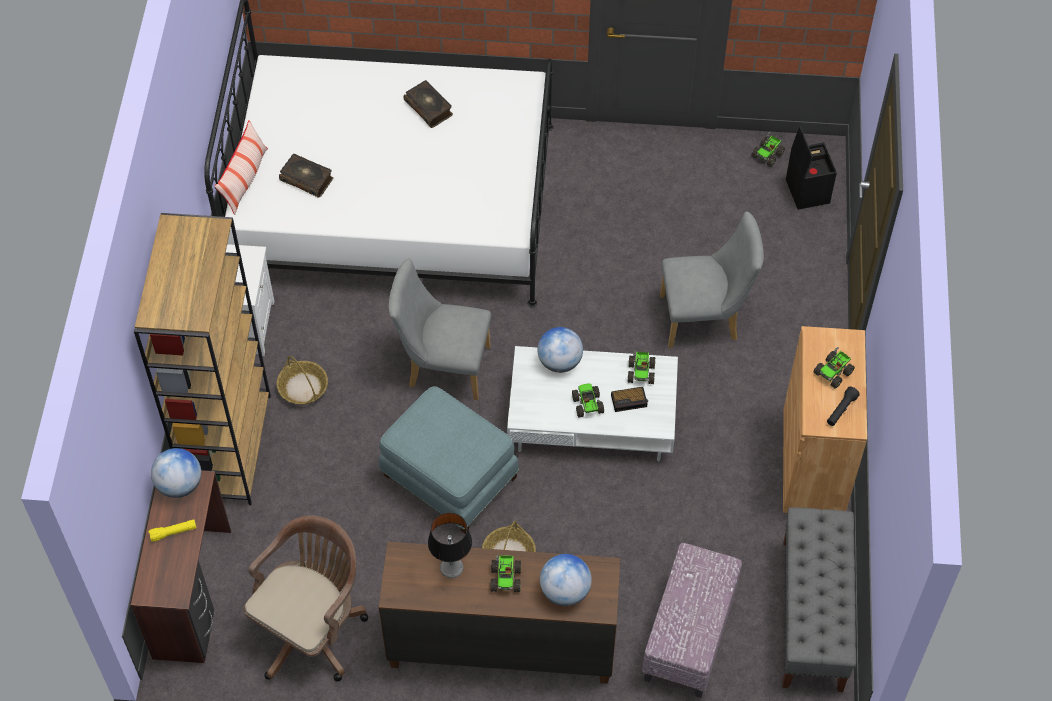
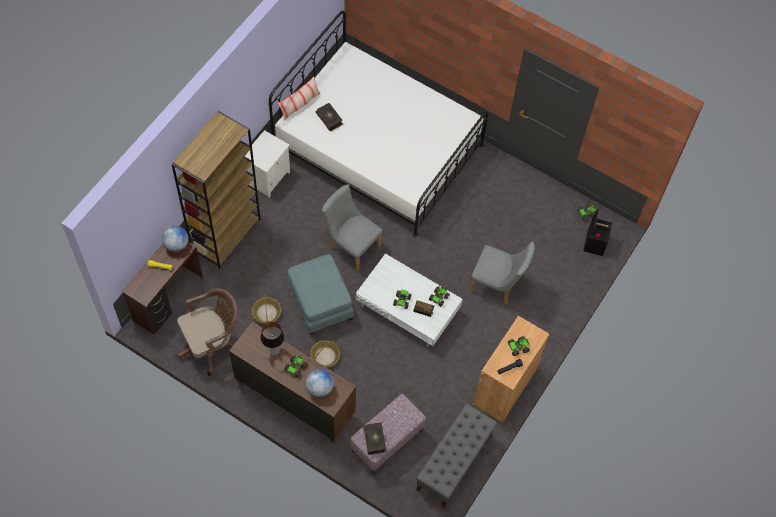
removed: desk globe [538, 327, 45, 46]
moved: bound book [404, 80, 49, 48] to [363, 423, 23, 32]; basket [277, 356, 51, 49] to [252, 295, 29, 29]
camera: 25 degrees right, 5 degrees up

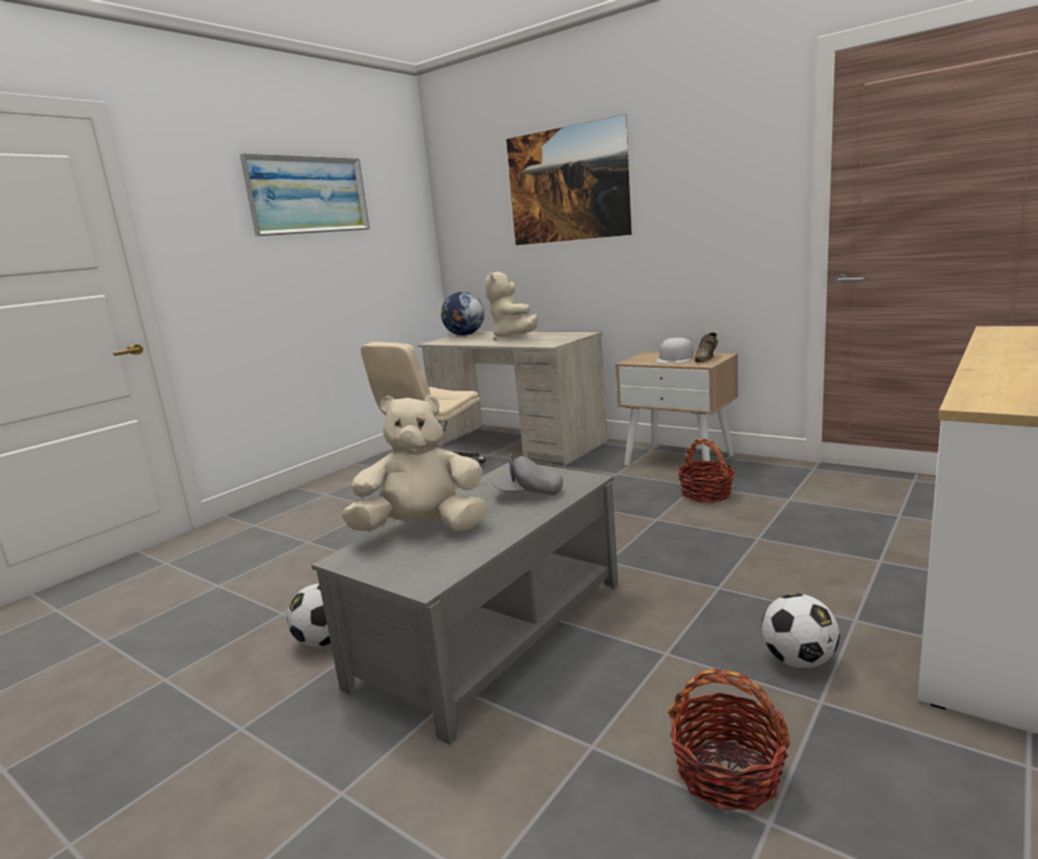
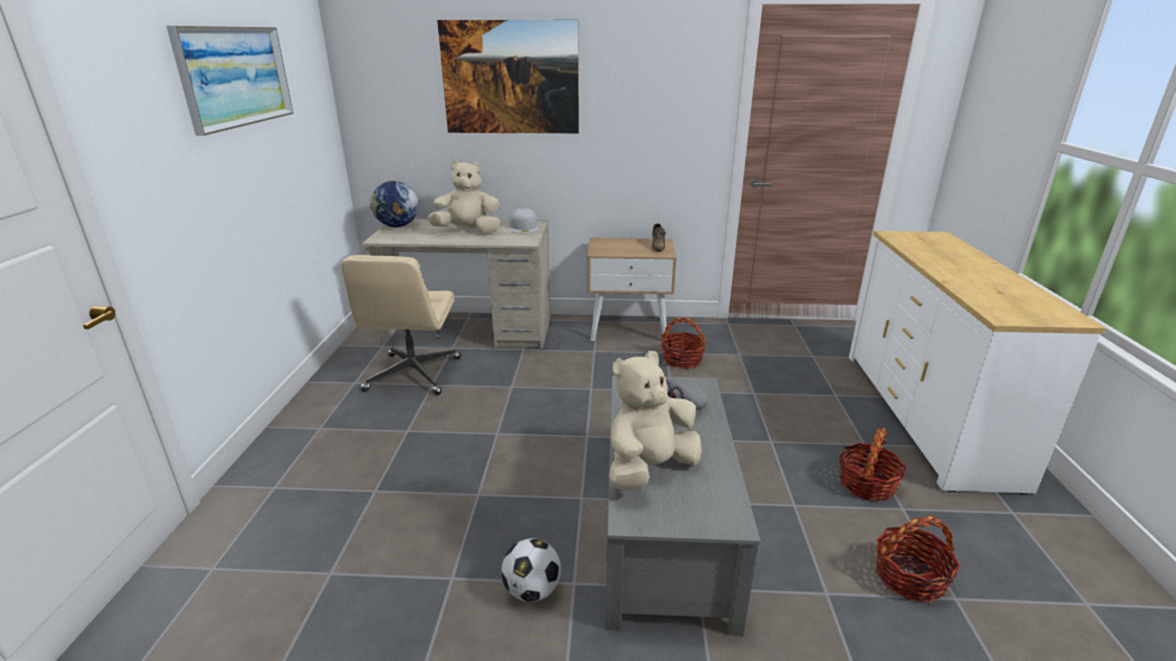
moved: peaked cap (white) [656, 337, 38, 27] to [509, 208, 30, 25]
replaced: football ball [762, 593, 78, 76] to basket [839, 428, 68, 73]
turned: cuddly toy (beige) [485, 272, 53, 69] = [428, 160, 72, 72] 135 degrees clockwise
camera: 35 degrees left, 10 degrees up

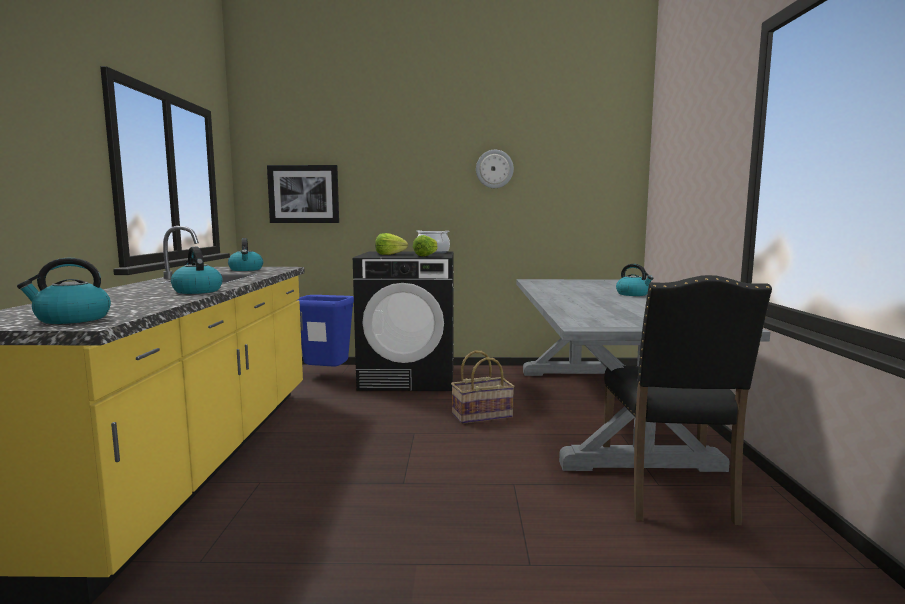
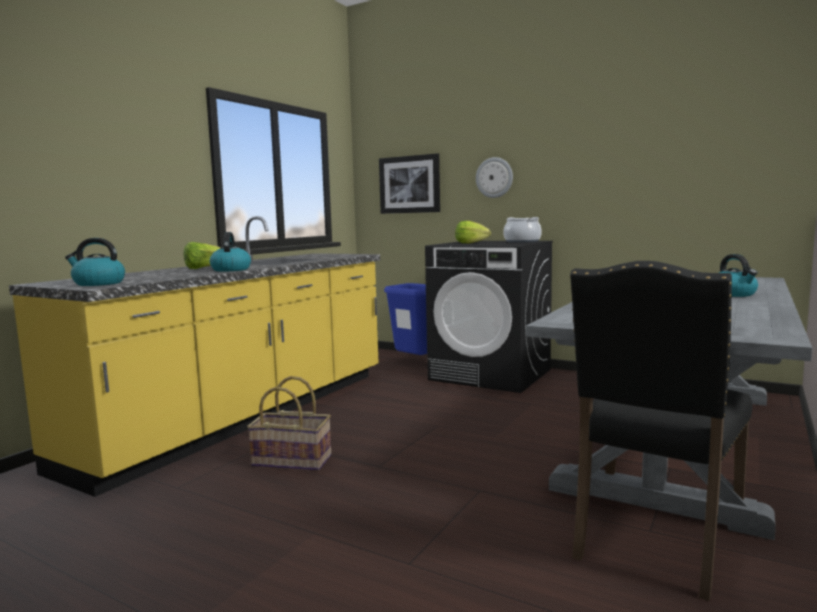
removed: water kettle [228, 238, 35, 33]
moved: hanging clock [476, 150, 38, 38] to [476, 157, 37, 41]; lettuce [413, 235, 24, 21] to [184, 242, 37, 27]; basket [451, 351, 64, 73] to [247, 376, 84, 95]
camera: 30 degrees right, 0 degrees up

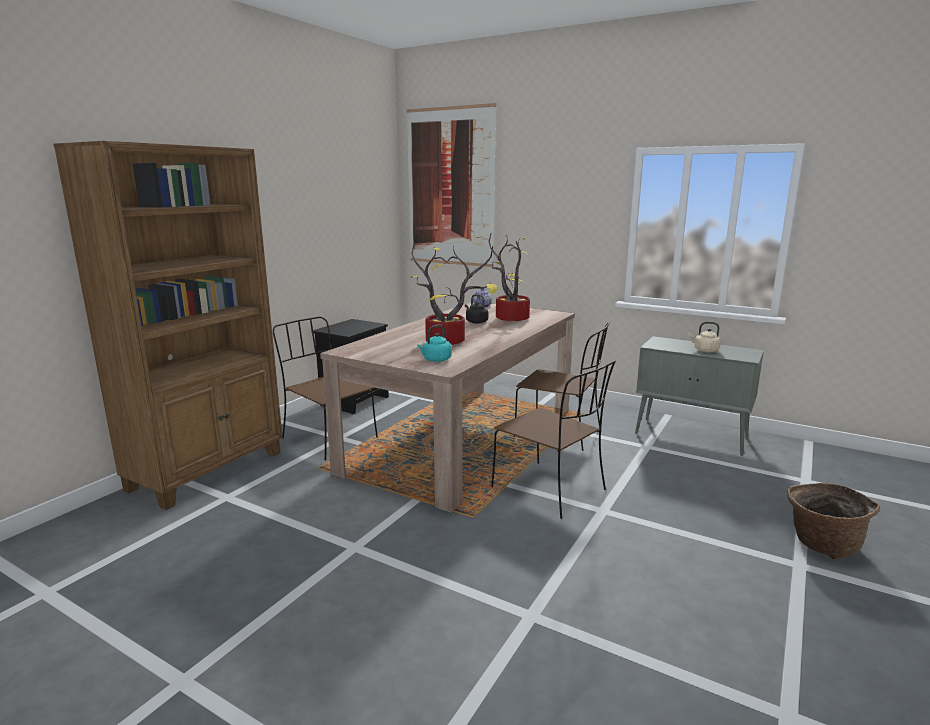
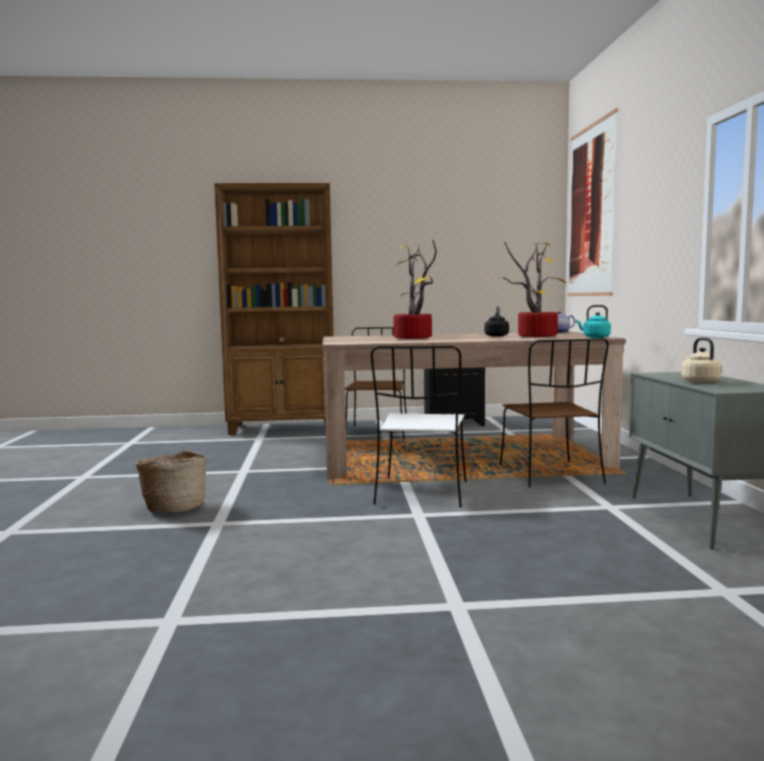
moved: water kettle (turquoise) [417, 324, 35, 38] to [576, 305, 35, 33]; basket [787, 483, 93, 76] to [135, 450, 72, 62]
recoloured: chair (brownish) [491, 360, 125, 159] to chair (white) [371, 346, 96, 162]
camera: 55 degrees right, 10 degrees down

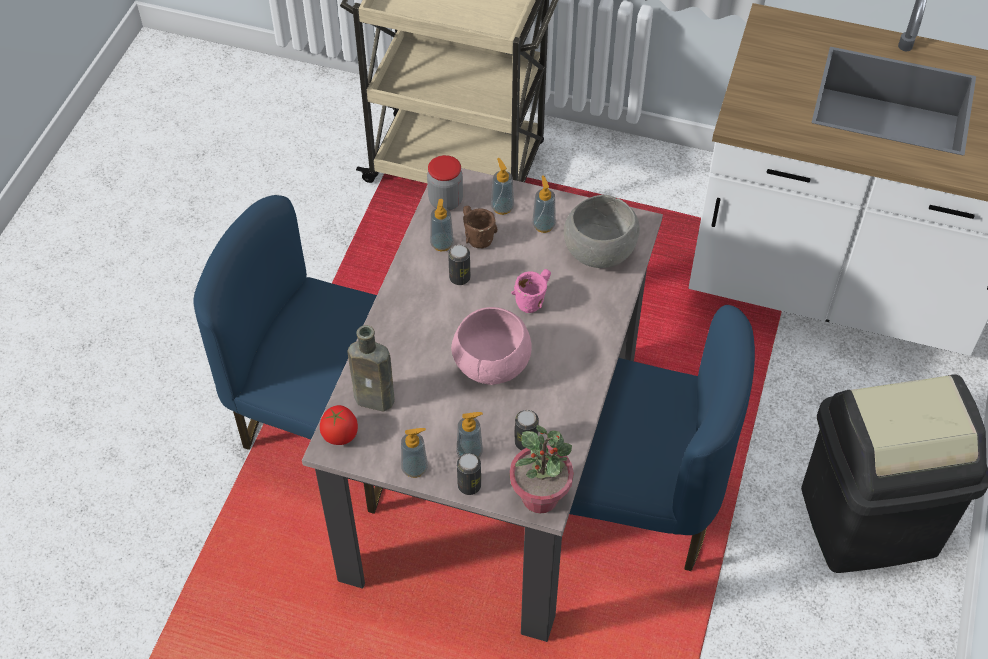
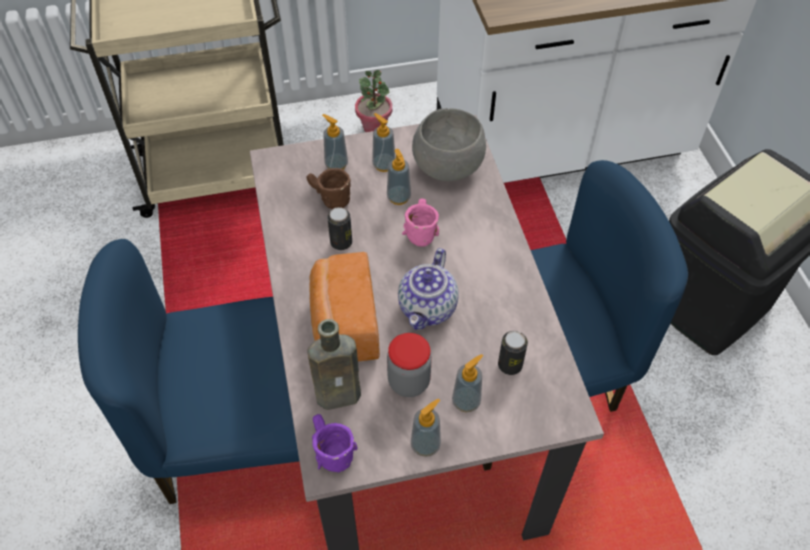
removed: can [457, 453, 24, 42]
added: bread [309, 252, 71, 109]
moved: jar [427, 155, 36, 55] to [387, 333, 45, 64]; soap bottle [430, 199, 24, 52] to [387, 149, 24, 56]; houseplant [510, 425, 64, 89] to [355, 70, 37, 62]
replaced: bowl (pinkish) [451, 307, 81, 78] to teapot [398, 248, 61, 82]; whole tomato [320, 405, 38, 40] to mug (purple-coloured) [312, 414, 46, 58]
camera: 30 degrees left, 0 degrees up

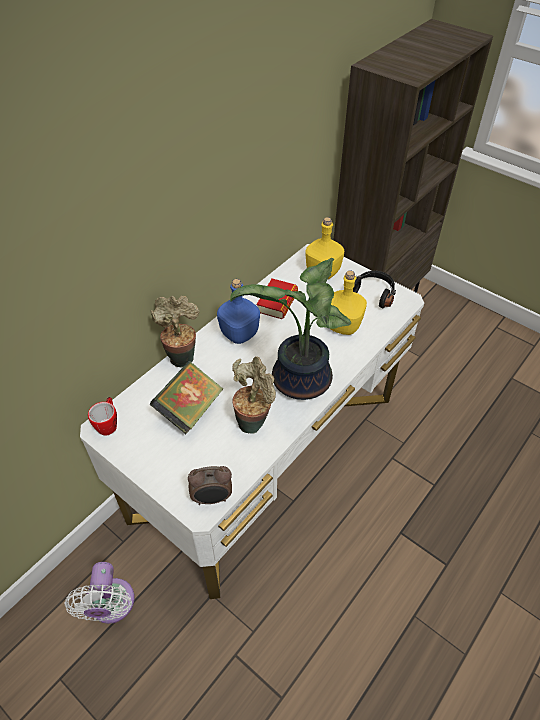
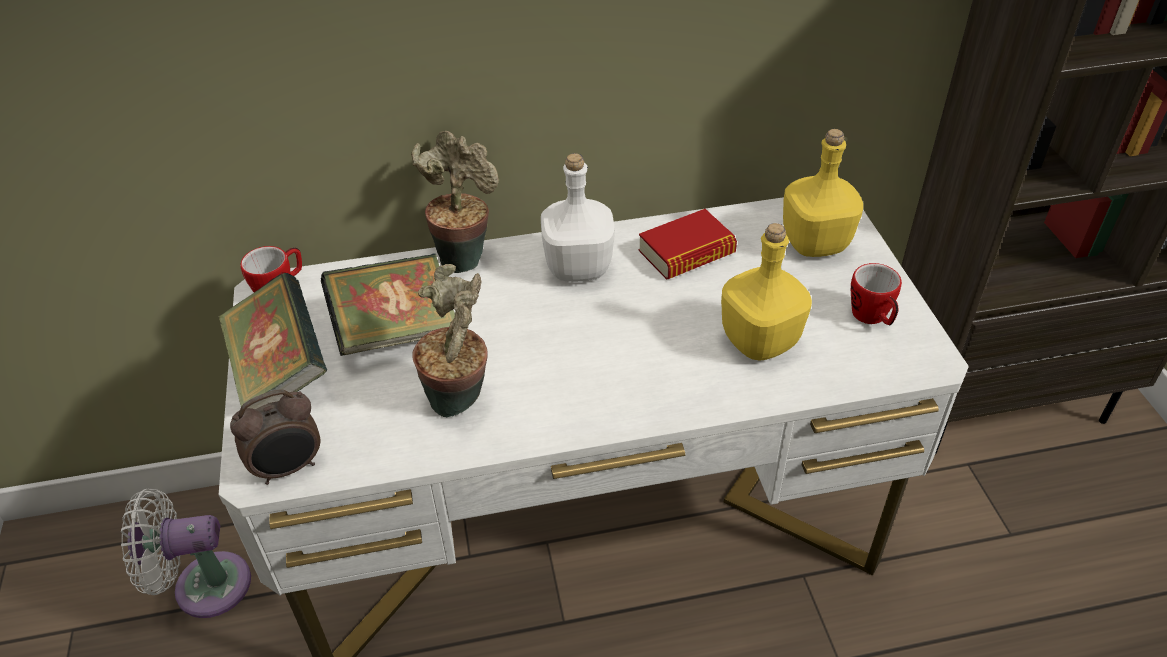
removed: houseplant [230, 258, 121, 142]
added: bound book [218, 273, 109, 136]
replaced: pair of headphones (black) [353, 271, 43, 37] to mug [851, 263, 51, 62]
recoloured: beverage bottle (blue) [217, 279, 43, 65] to beverage bottle (white) [541, 153, 73, 129]
turned: bedside clock [188, 466, 44, 39] = [230, 389, 91, 96] 60 degrees counterclockwise; cooling fan (white) [64, 562, 71, 62] = [121, 488, 130, 130] 45 degrees clockwise
camera: 40 degrees right, 5 degrees down

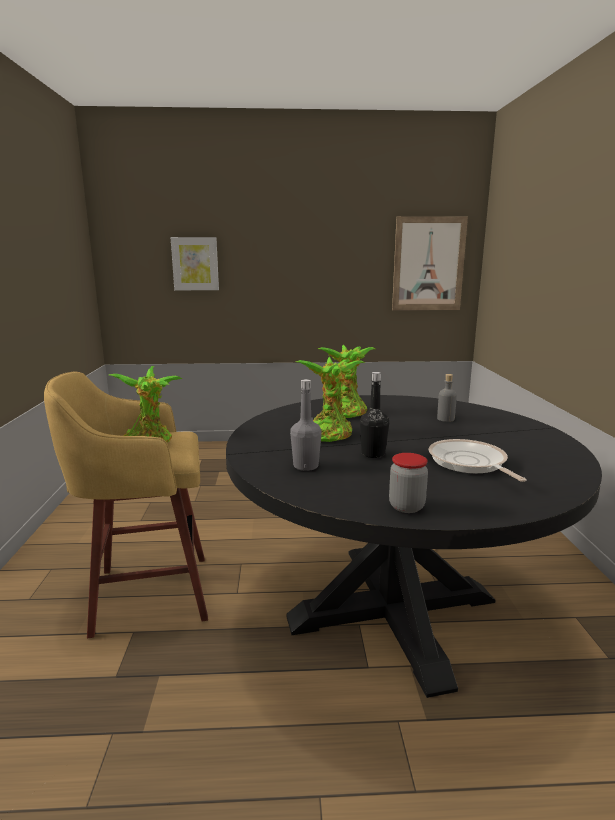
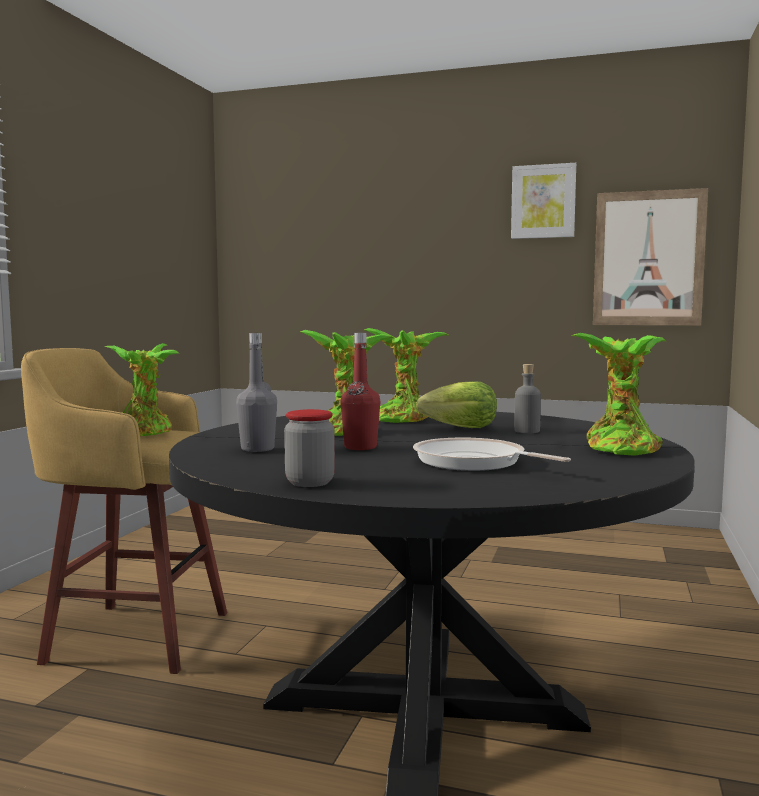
added: houseplant [571, 333, 95, 123]; lettuce [416, 381, 81, 47]
moved: wall picture [170, 237, 49, 53] to [511, 163, 65, 76]
recoloured: beverage bottle (black) [360, 372, 29, 86] to beverage bottle (red) [341, 333, 39, 117]
turned: skillet [428, 439, 99, 43] = [413, 437, 158, 34] 45 degrees counterclockwise
camera: 20 degrees right, 10 degrees down

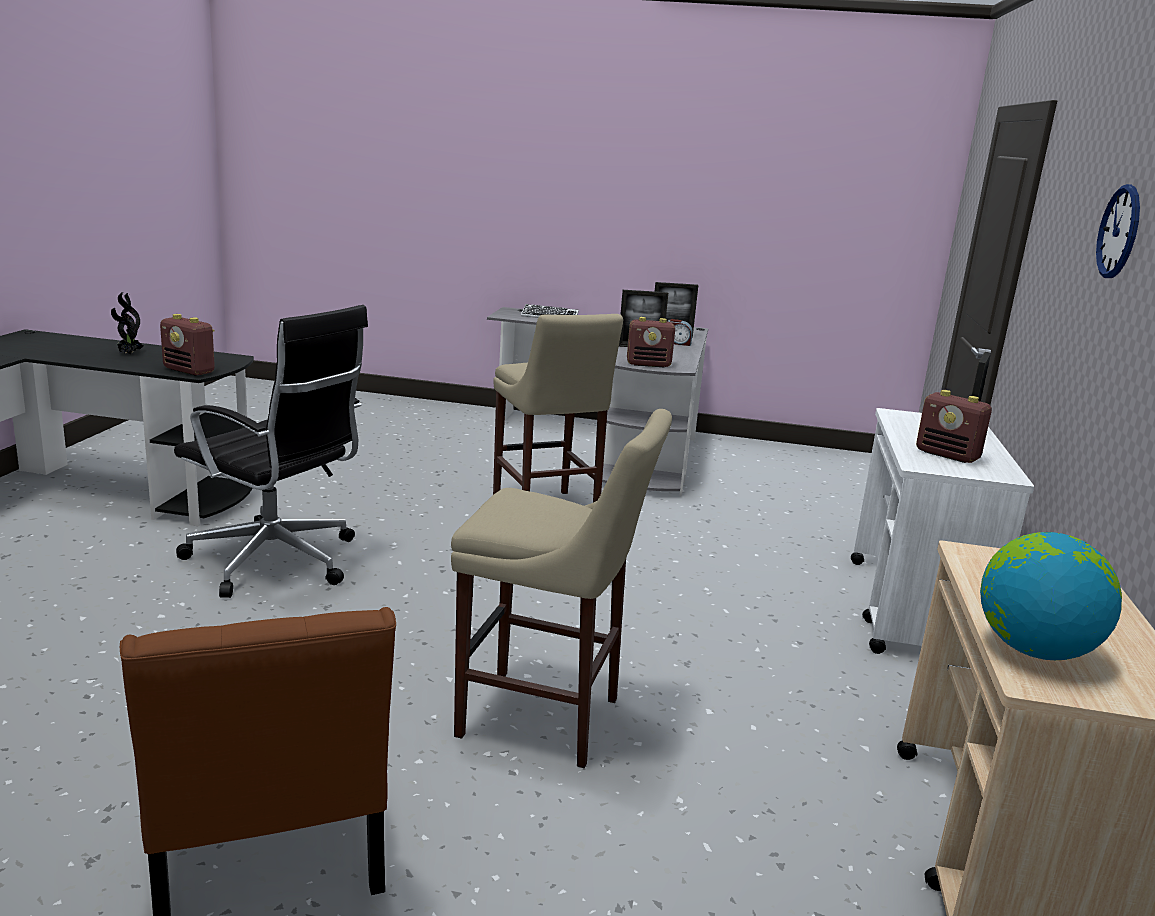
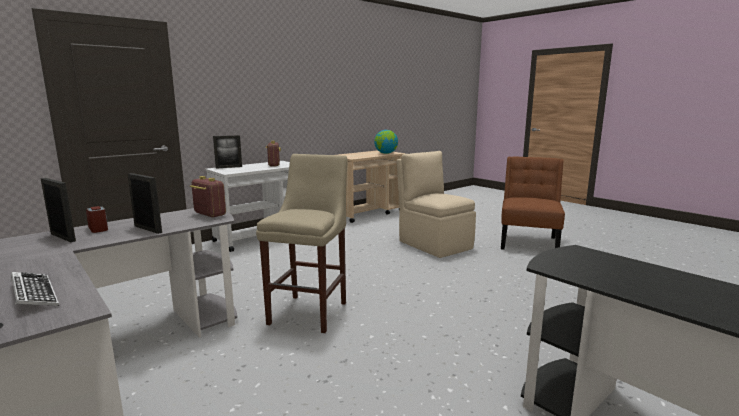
removed: hanging clock [1096, 184, 44, 94]; houseplant [111, 292, 32, 62]; office chair (black) [174, 305, 194, 293]; radio receiver [160, 314, 55, 62]
replaced: stool seat (beige) [451, 409, 221, 359] to chair (beige) [396, 151, 80, 107]
camera: 140 degrees left, 5 degrees down

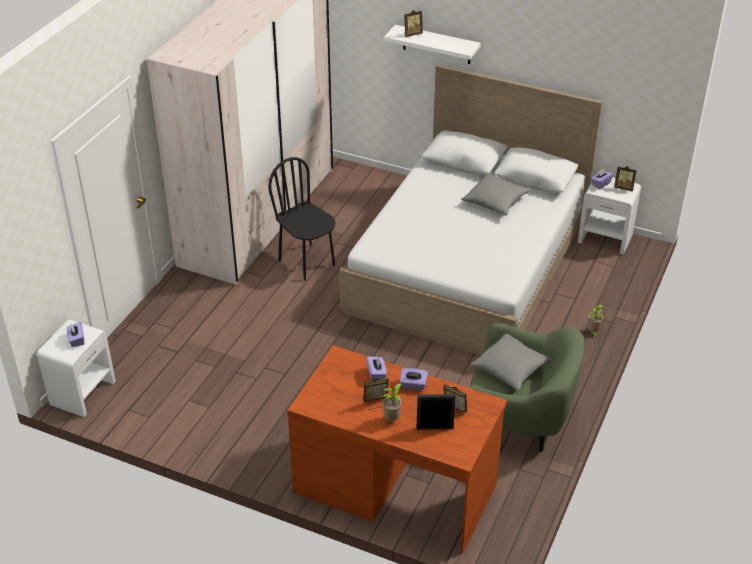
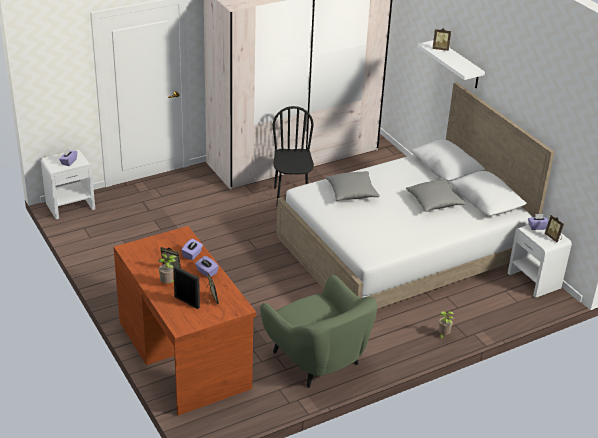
moved: cushion (grey) [470, 334, 83, 57] to [326, 171, 54, 30]
camera: 35 degrees right, 5 degrees down

